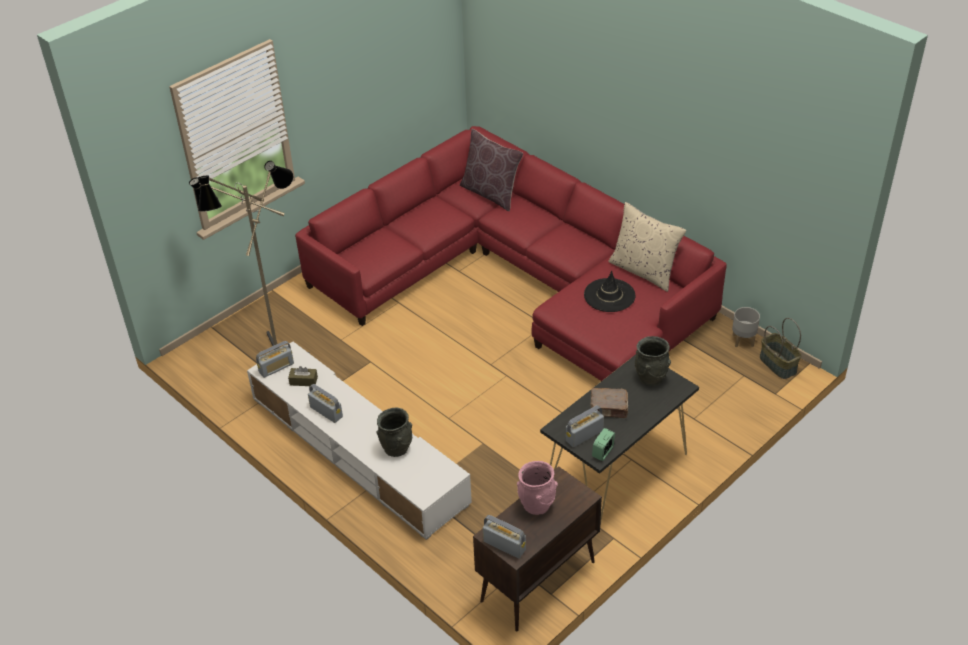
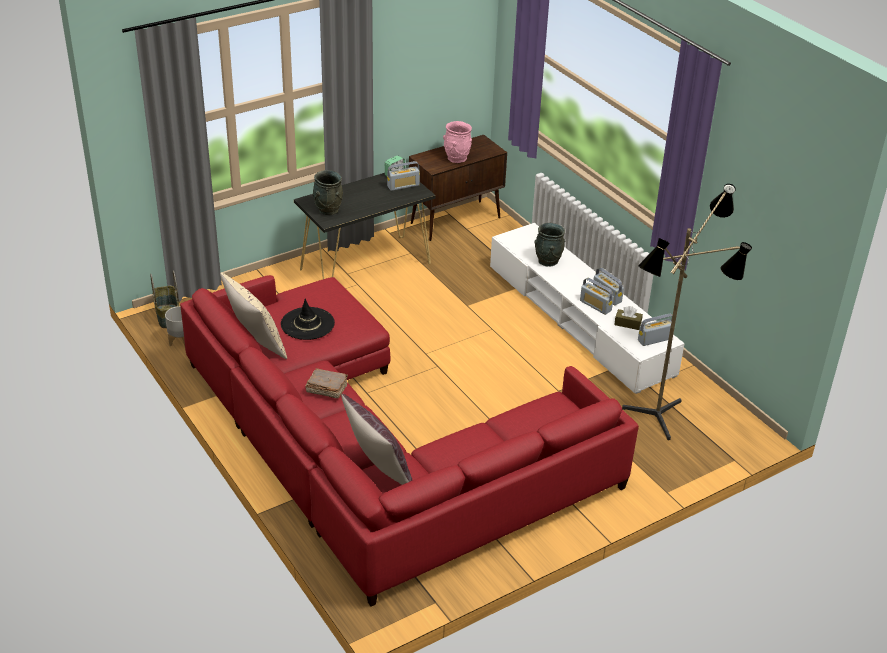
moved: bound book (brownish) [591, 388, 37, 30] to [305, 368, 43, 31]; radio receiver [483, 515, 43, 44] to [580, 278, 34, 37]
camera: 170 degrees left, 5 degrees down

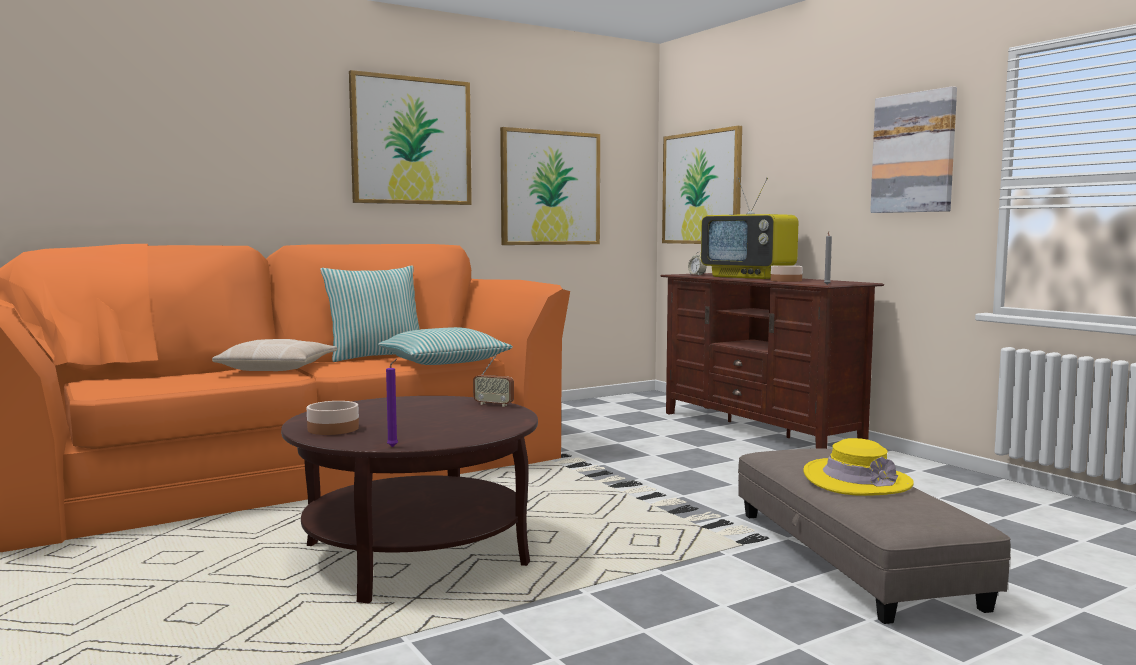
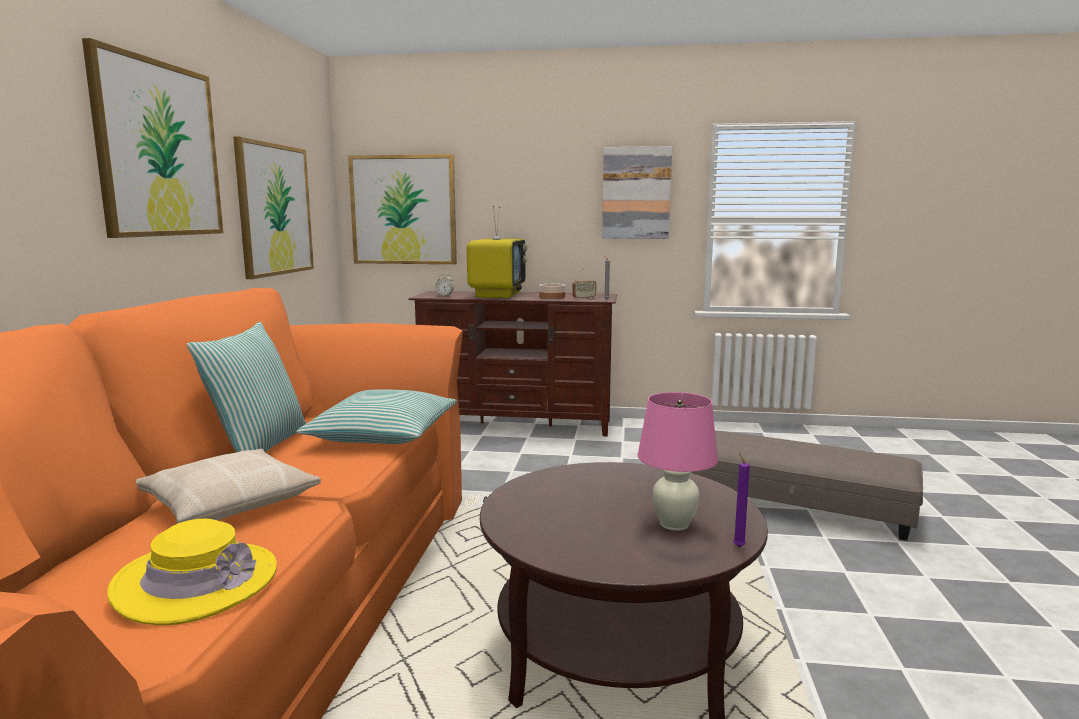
removed: bowl [307, 401, 52, 34]
added: table lamp (pinkish) [638, 392, 80, 139]
moved: radio receiver [473, 354, 41, 53] to [572, 268, 24, 31]; hat (yellow-coloured) [804, 438, 110, 58] to [107, 519, 170, 106]
turned: television [701, 177, 97, 102] = [467, 205, 60, 93] 75 degrees counterclockwise
camera: 50 degrees left, 5 degrees up

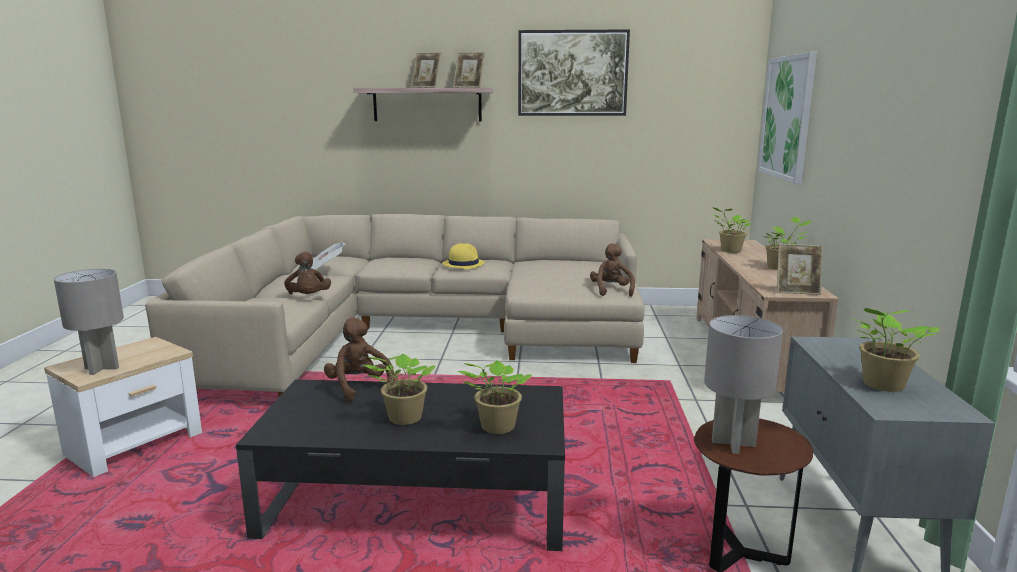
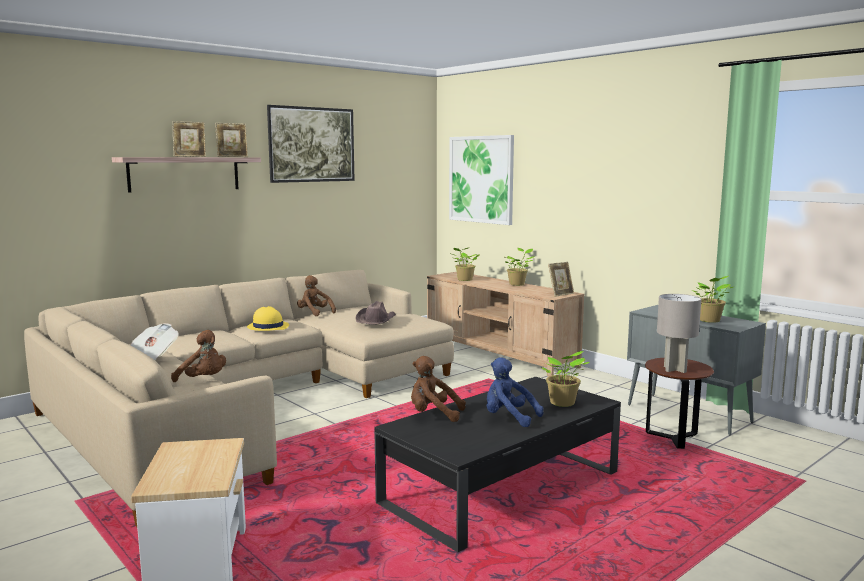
removed: table lamp (grey) [54, 269, 70, 106]
added: hat (brownish) [355, 301, 41, 24]
moved: cuddly toy (brownish) [590, 243, 45, 54] to [297, 275, 39, 41]
replaced: houseplant [363, 354, 72, 71] to cuddly toy (blue) [487, 357, 57, 70]
camera: 45 degrees left, 5 degrees down

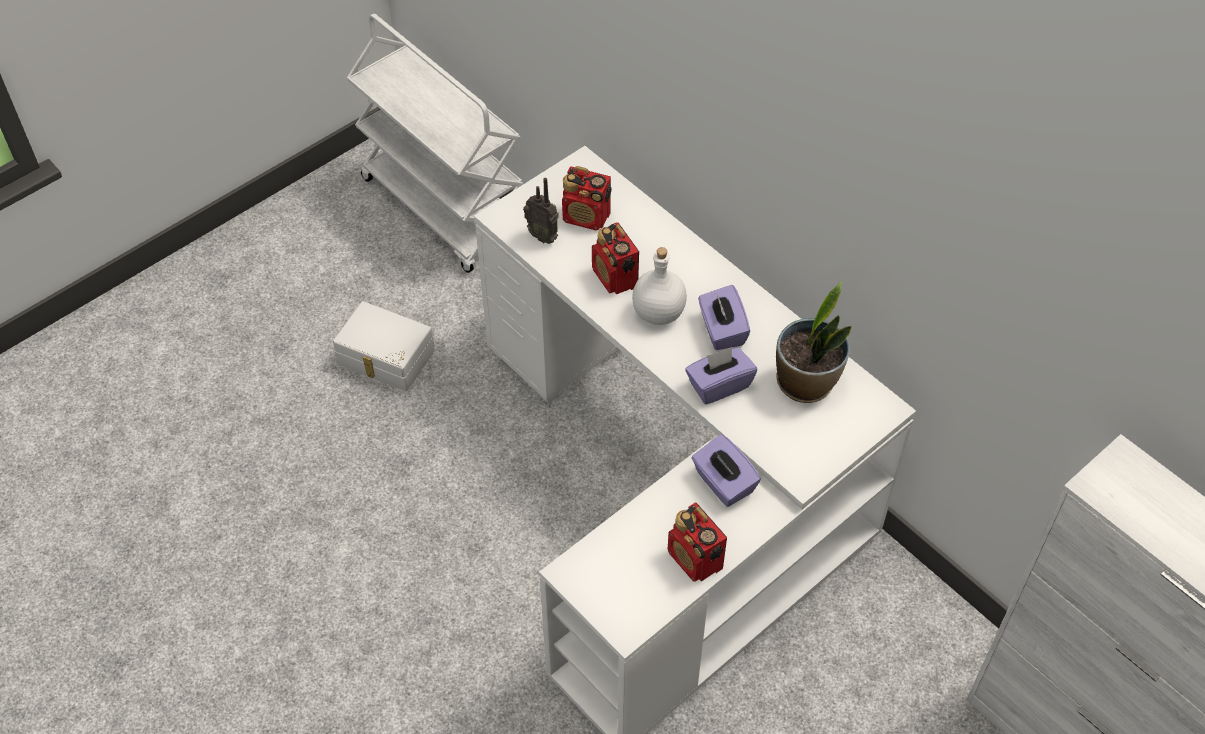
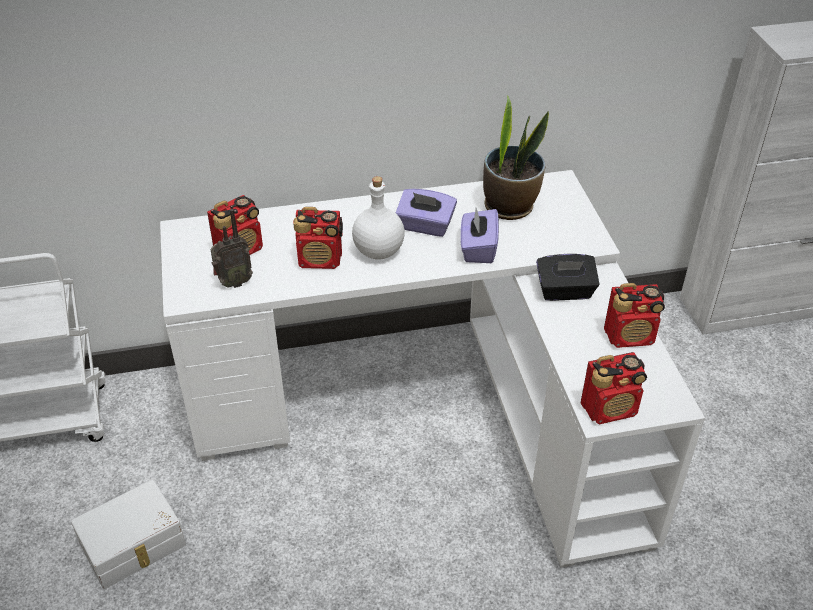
added: radio receiver [581, 352, 66, 73]
recoloured: tissue holder (purple-coloured) [692, 434, 69, 73] to tissue holder (black) [536, 254, 64, 47]
camera: 60 degrees left, 10 degrees down

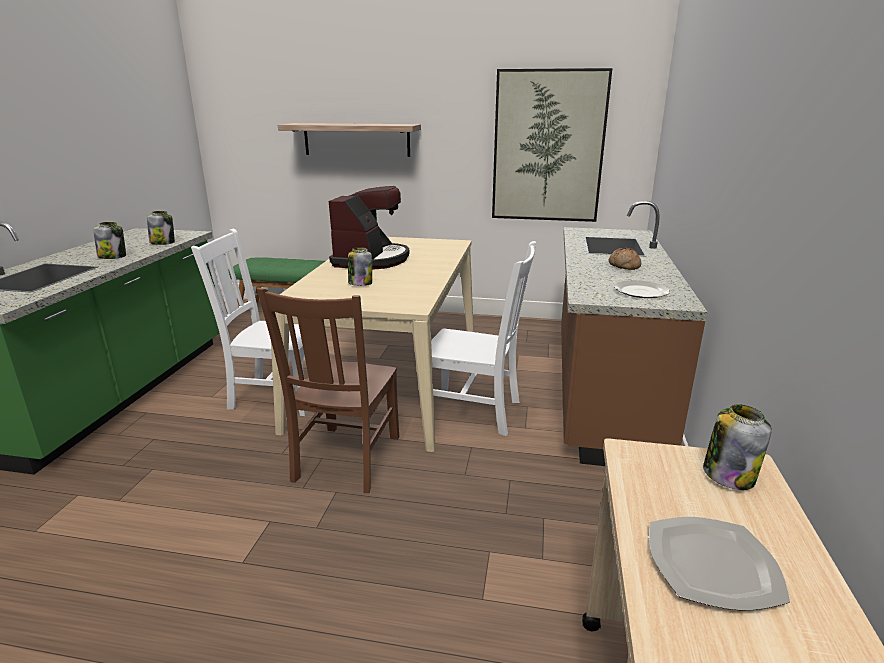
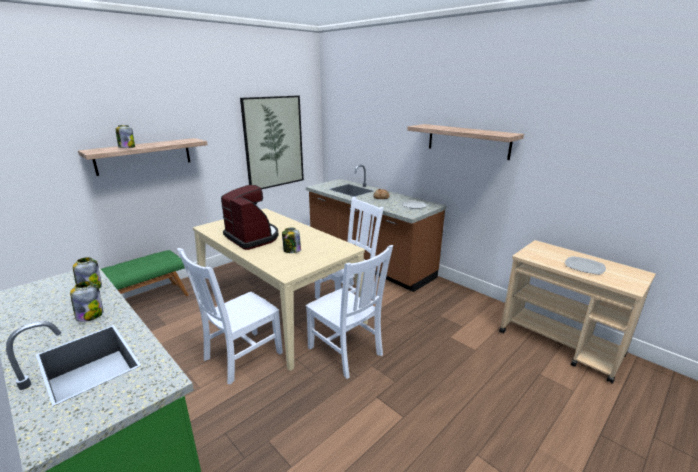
added: shelf [407, 124, 117, 36]
moved: jar [703, 404, 69, 86] to [115, 125, 20, 23]
recoloured: chair (brownish) [257, 288, 142, 205] to chair (white) [306, 245, 87, 134]
camera: 55 degrees left, 0 degrees up

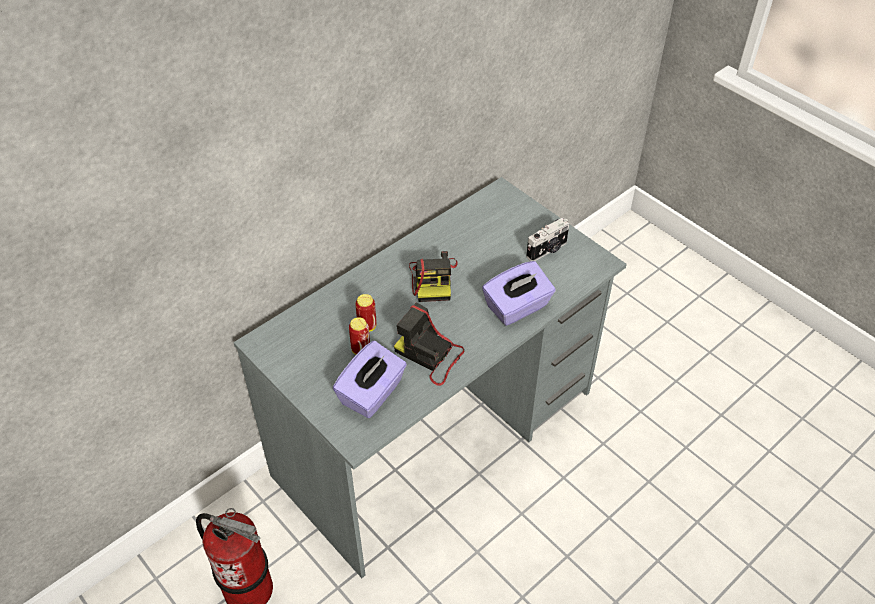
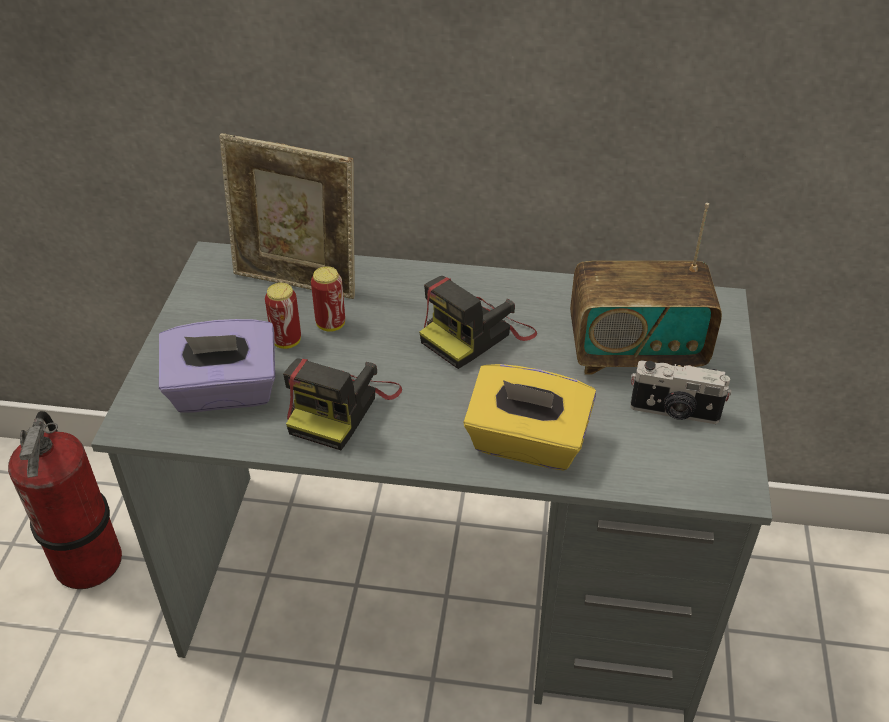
added: standing frame [219, 133, 136, 166]; radio receiver [570, 203, 152, 171]
recoloured: tissue holder (purple-coloured) [482, 261, 74, 65] to tissue holder (yellow-coloured) [463, 364, 133, 107]
turned: still camera [394, 303, 71, 83] = [283, 358, 119, 92] 150 degrees counterclockwise
camera: 50 degrees right, 5 degrees down

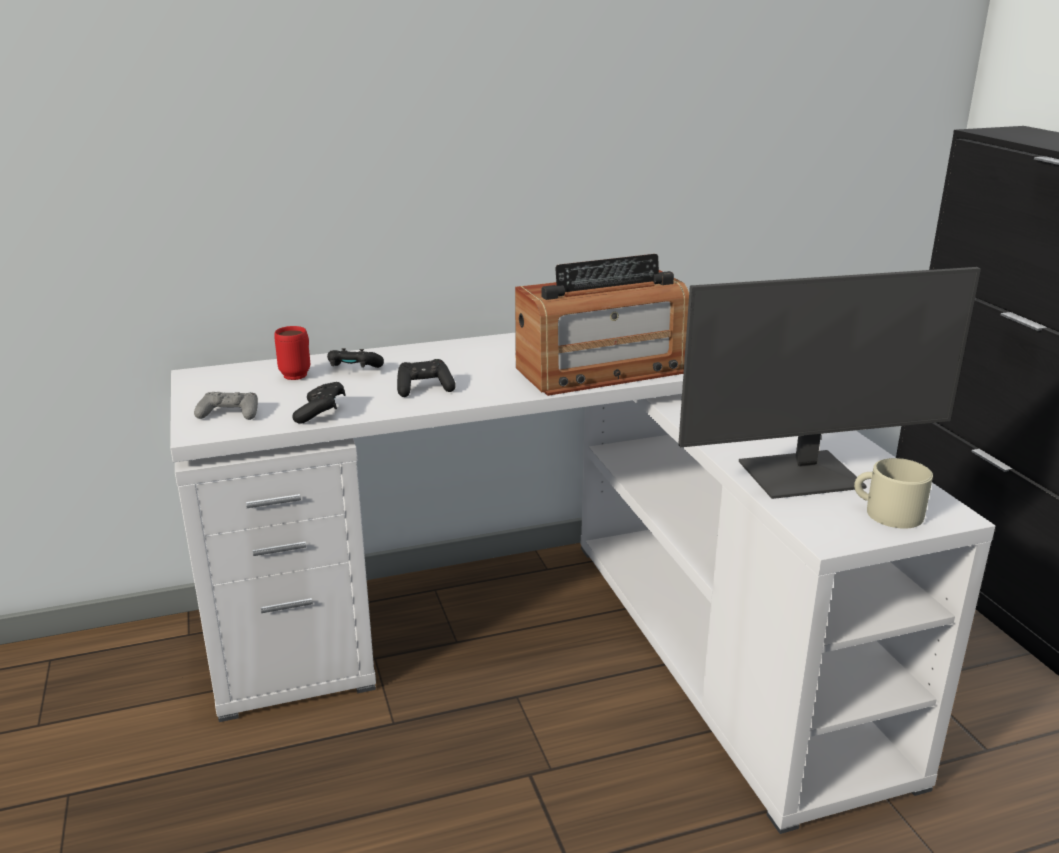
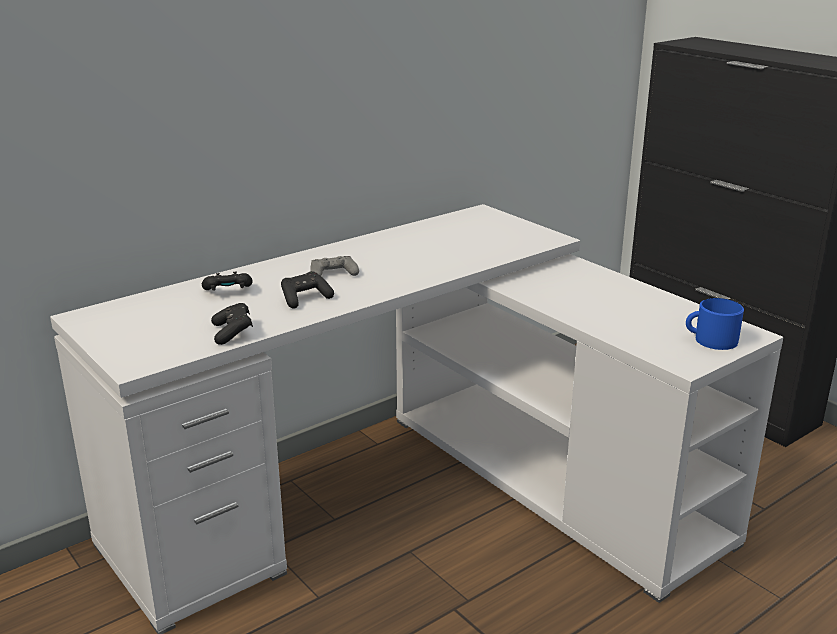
removed: radio receiver [515, 254, 174, 142]; computer display [678, 267, 303, 232]; mug (red) [274, 326, 36, 54]
moved: joypad (grey) [194, 392, 64, 28] to [310, 256, 49, 20]
recoloured: mug (beige) [854, 458, 79, 70] to mug (blue) [686, 298, 58, 52]
camera: 20 degrees left, 0 degrees up

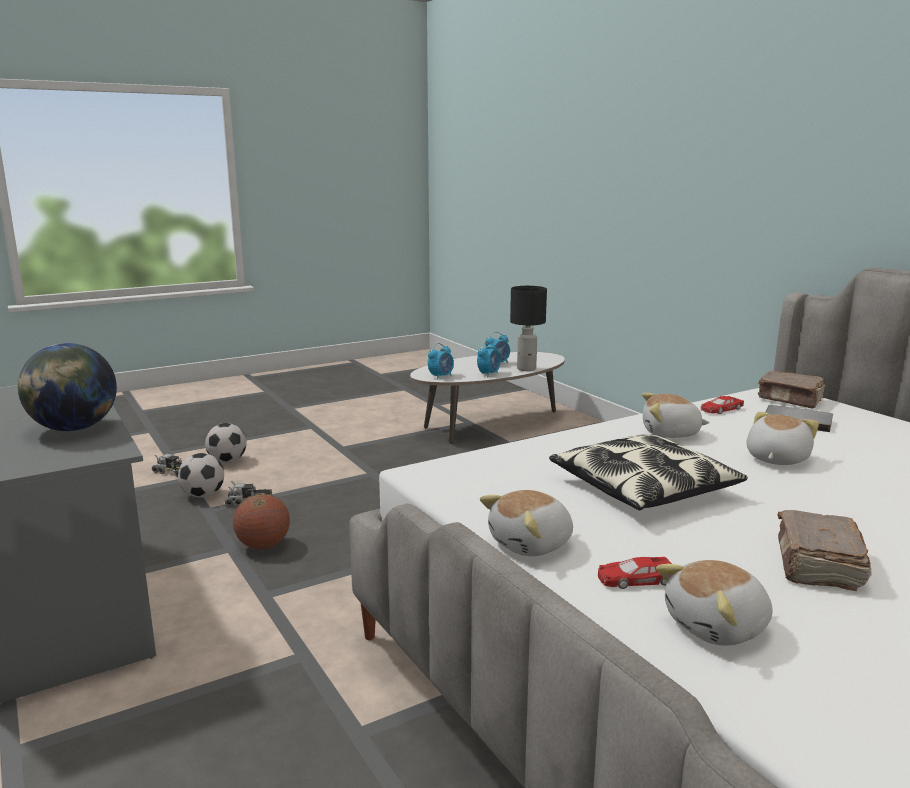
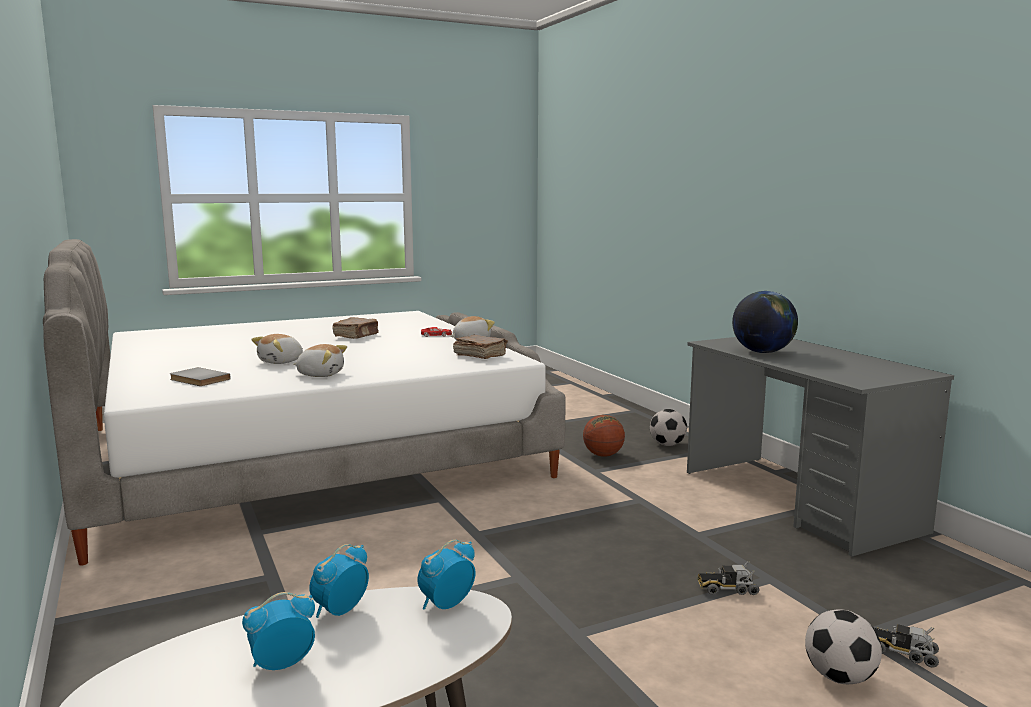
removed: table lamp (black) [510, 286, 37, 85]; toy car (red) [701, 396, 43, 18]; cushion [549, 434, 199, 76]; cuddly toy [656, 560, 117, 86]
moved: bound book (brownish) [758, 371, 67, 37] to [453, 335, 55, 24]; football ball [178, 453, 46, 45] to [650, 409, 37, 37]; basketball [233, 493, 57, 56] to [583, 415, 42, 42]
camera: 175 degrees left, 5 degrees down

